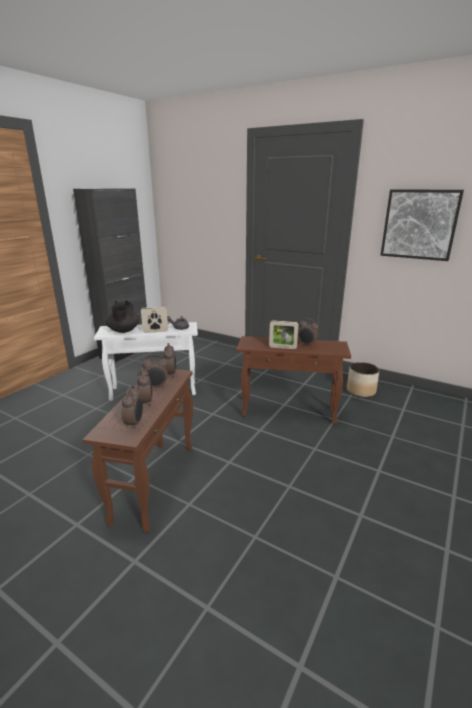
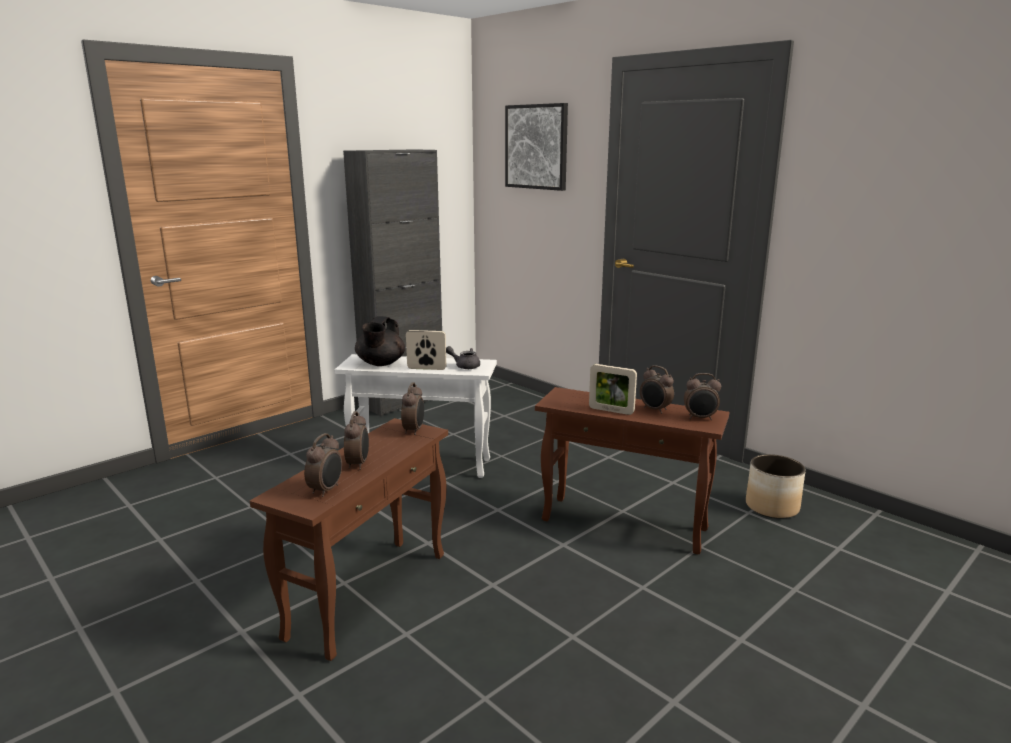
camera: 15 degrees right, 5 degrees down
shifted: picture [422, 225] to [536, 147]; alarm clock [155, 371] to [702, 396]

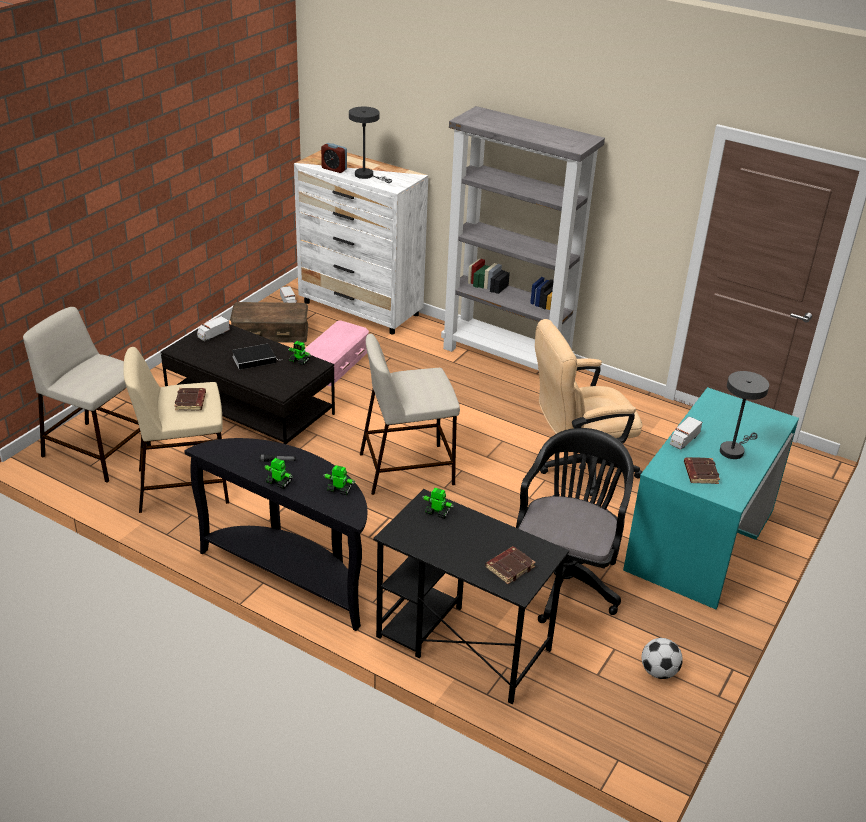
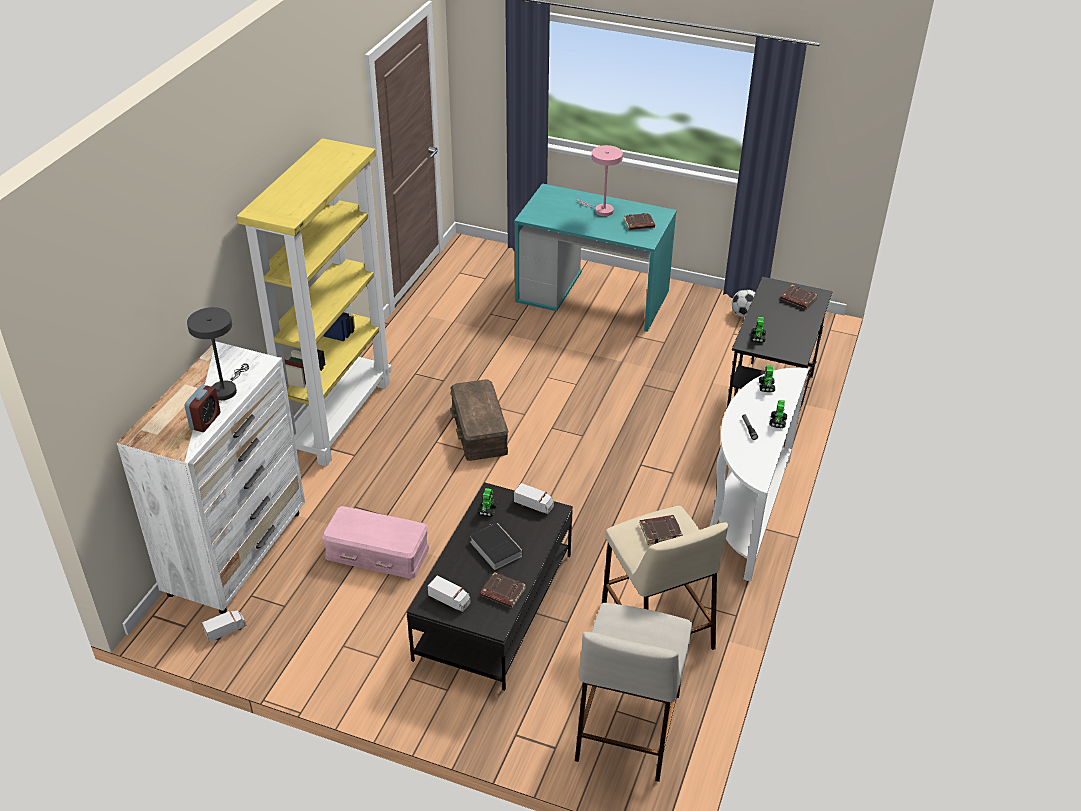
camera: 100 degrees left, 5 degrees up
gone: office chair/beige [589, 407]; stool/beige [410, 414]; office chair/black [575, 525]
new: book/brown [503, 590]
shifted: storage box/brown [269, 322] to [479, 420]; toy truck [686, 433] to [534, 498]
repainted: bookcase/grey [523, 238] to bookcase/yellow [314, 302]; table lamp/grey [744, 415] to table lamp/pink [600, 180]; console table/black [275, 534] to console table/white [759, 474]

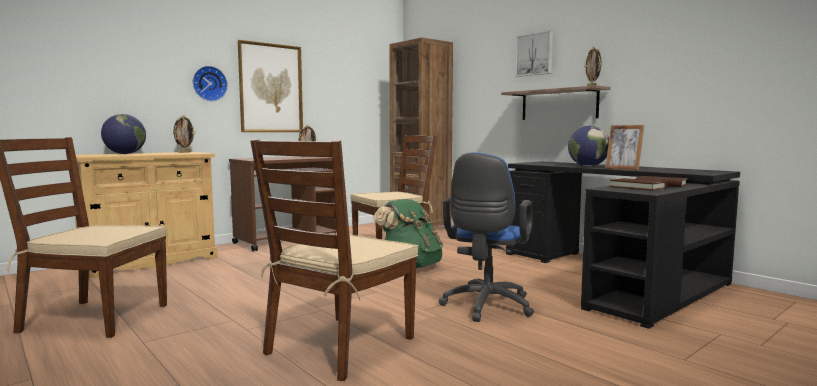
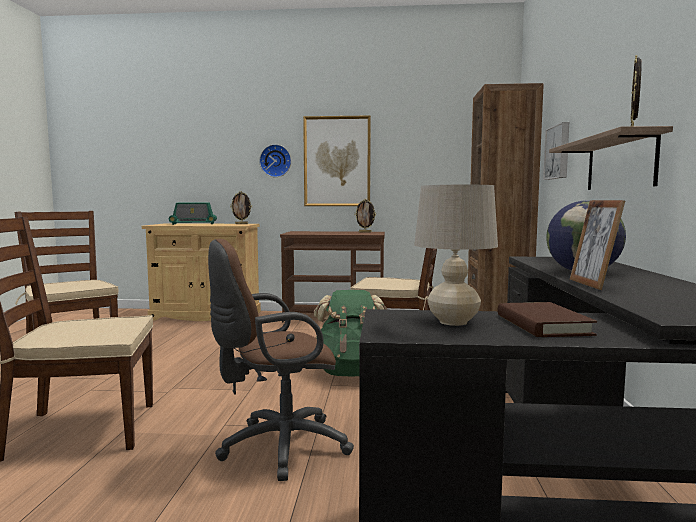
camera: 45 degrees right, 0 degrees up
shifted: picture [534, 54] to [556, 151]
swapped: globe [123, 134] to radio [193, 213]; book/brown [639, 184] to table lamp/beige [456, 255]
repainted: office chair/blue [486, 237] to office chair/brown [281, 360]

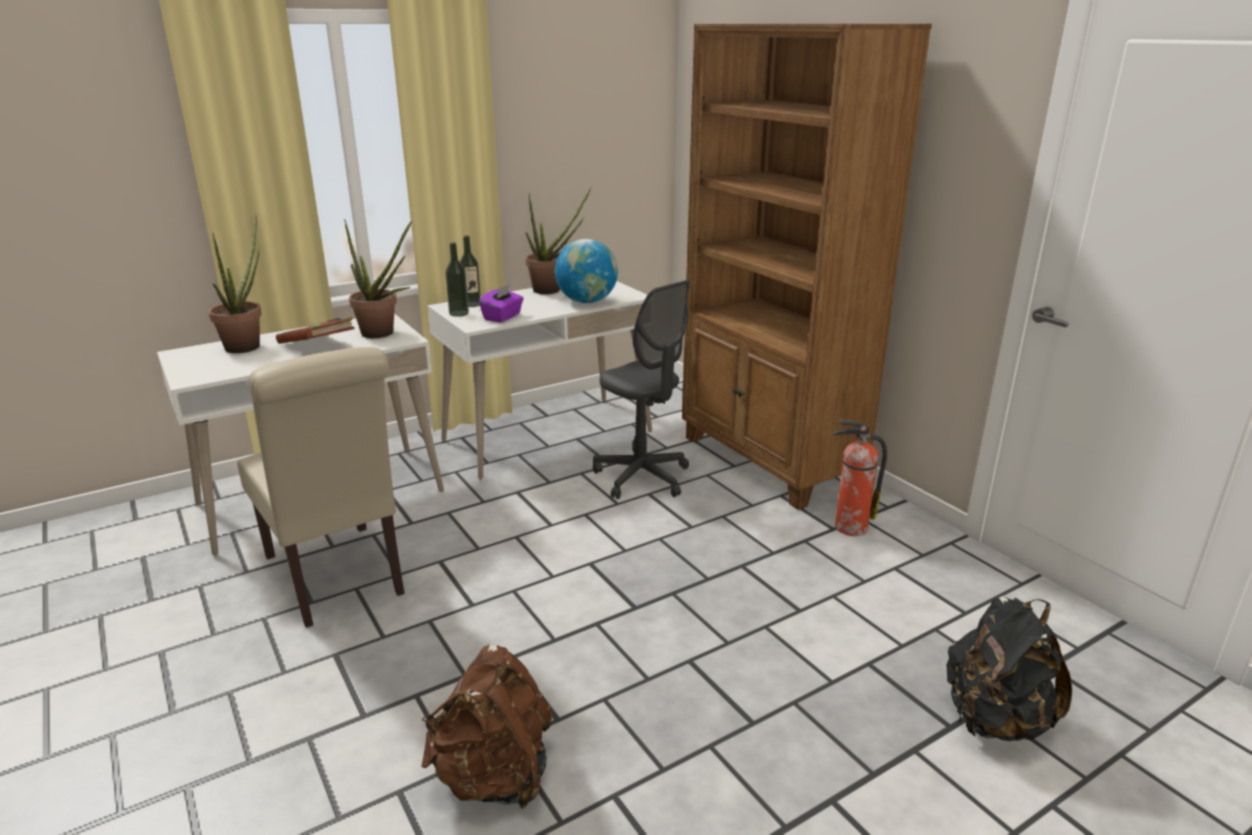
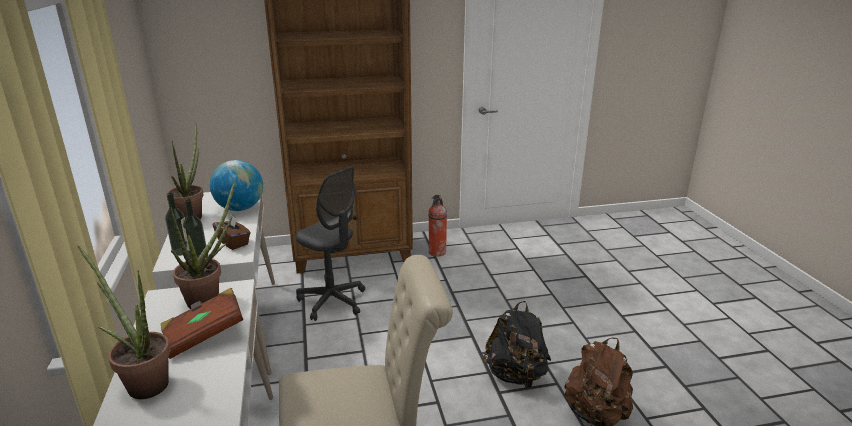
camera: 70 degrees left, 0 degrees up
shifted: backpack/black [1009, 668] to [516, 344]
repainted: tissue box/purple [501, 303] to tissue box/brown [231, 232]
rotated: office chair/grey [641, 389] = [330, 243] 60 degrees clockwise

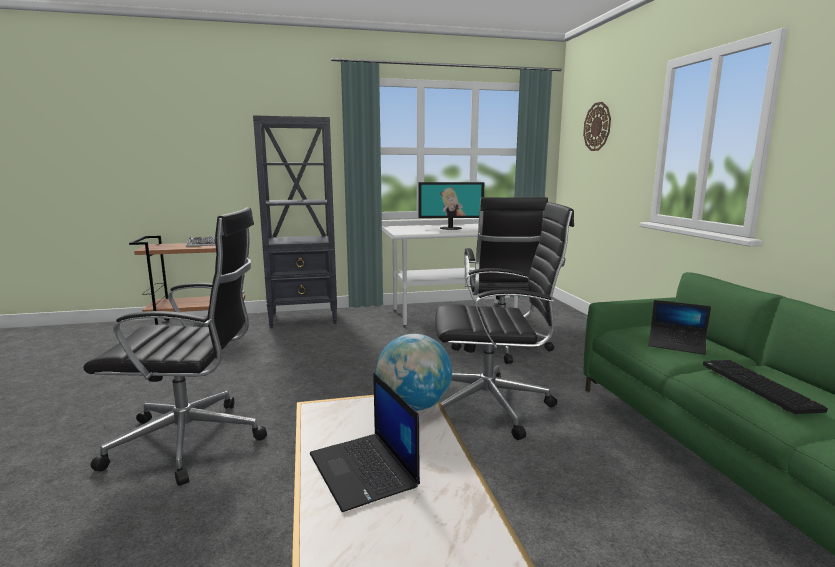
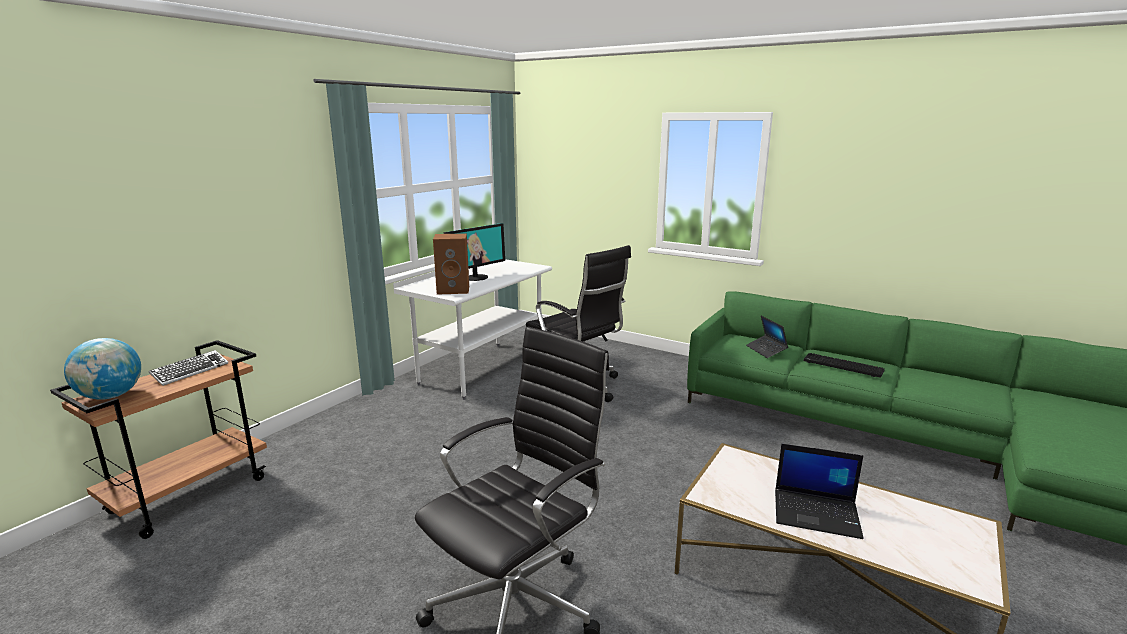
camera: 45 degrees left, 5 degrees up
gone: wall clock [597, 126]; bookcase/black [295, 221]; office chair/black [504, 321]
new: speaker/brown [451, 264]
shifted: globe [414, 372] to [102, 369]
rotated: laptop [679, 327] = [767, 336] 90 degrees clockwise

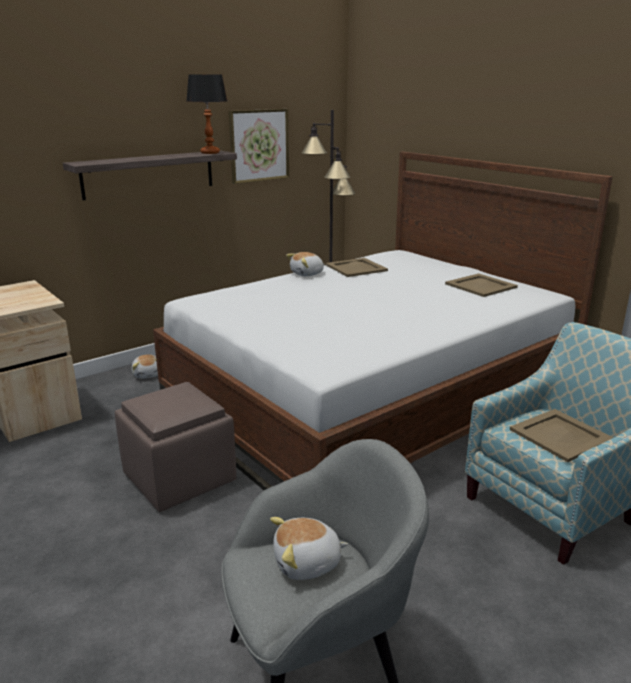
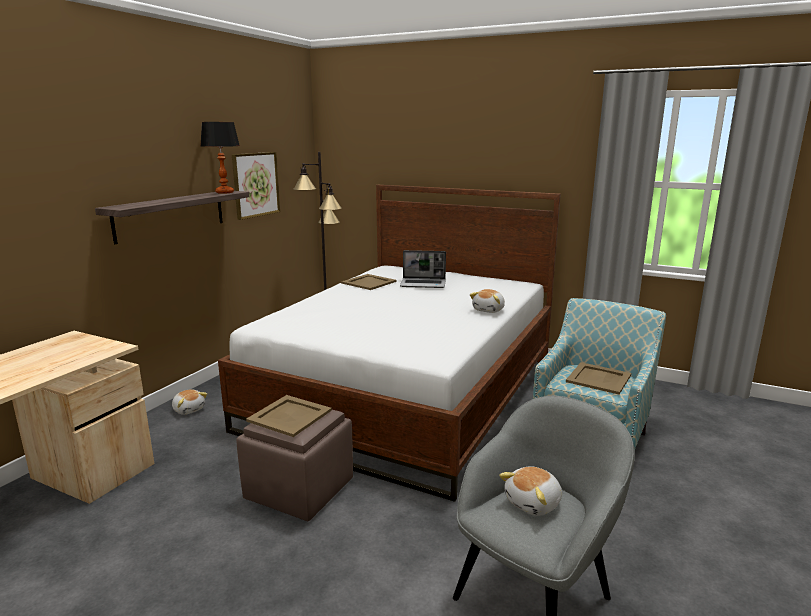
camera: 25 degrees left, 5 degrees down
new: laptop [423, 269]
shifted: plush toy [305, 264] to [487, 301]; tray/beige [481, 285] to [289, 416]

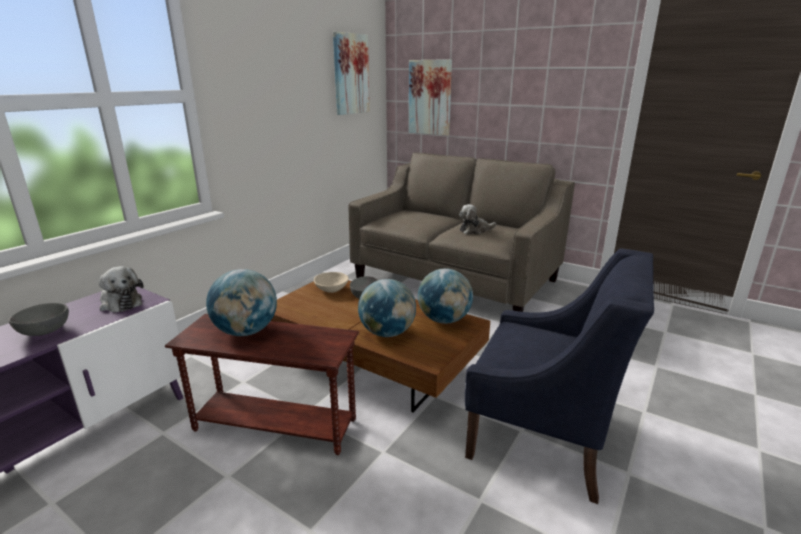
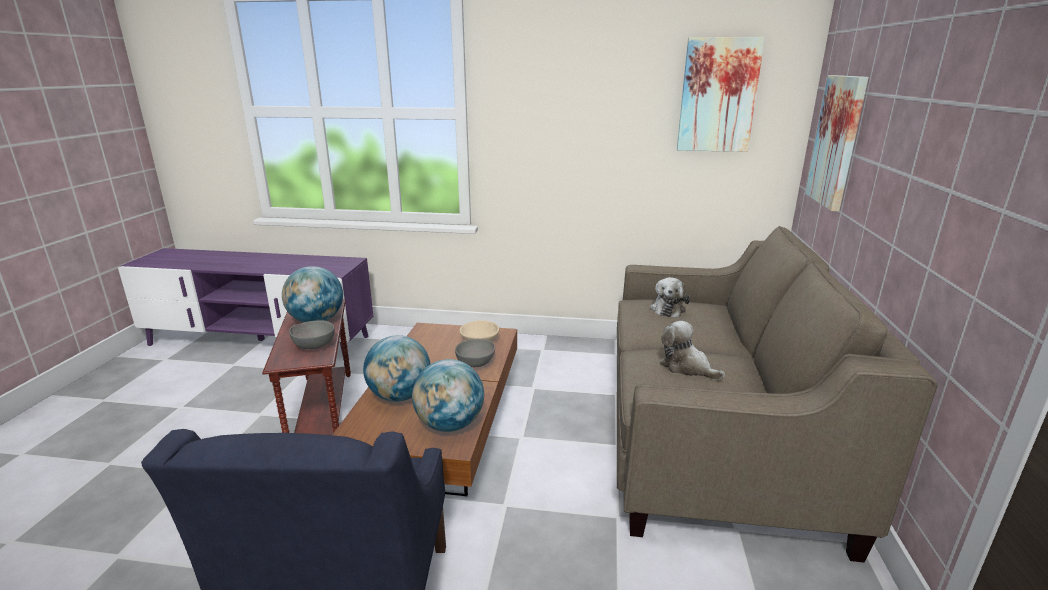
camera: 65 degrees right, 0 degrees up
shifted: plush toy [121, 289] to [670, 297]; bowl/grey [38, 319] to [312, 334]

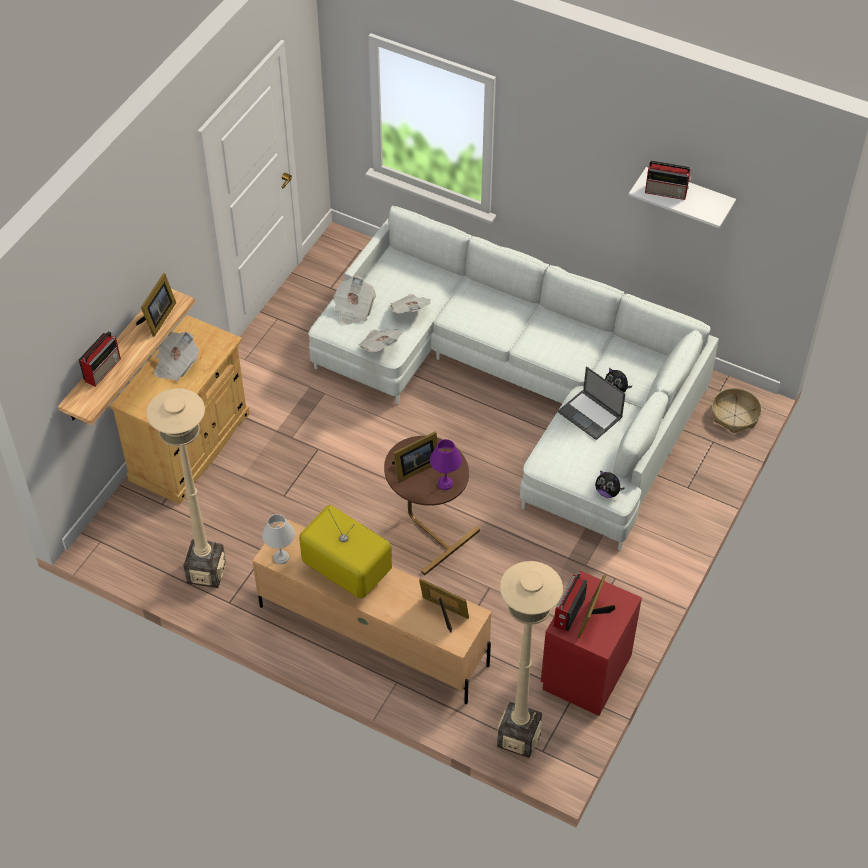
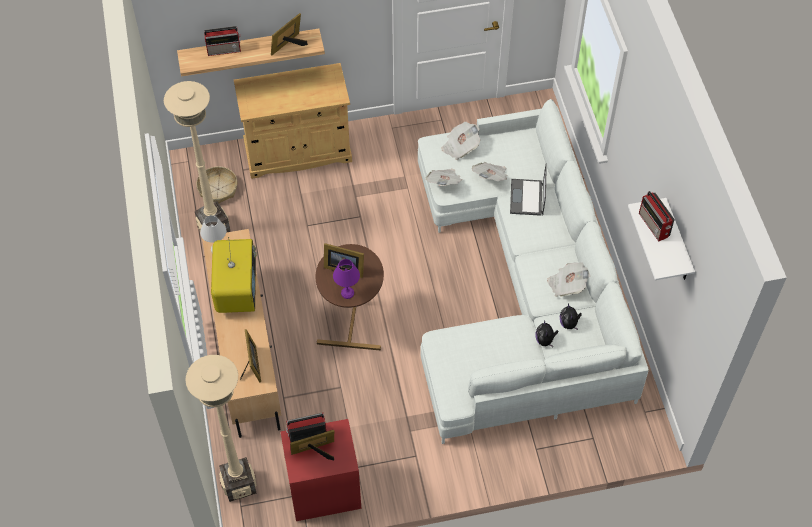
camera: 50 degrees right, 5 degrees up
shifted: newspaper [176, 356] to [568, 279]; laptop [591, 403] to [528, 189]; basket [737, 410] to [216, 184]; plush toy [610, 484] to [571, 316]
rotated: picture frame [156, 305] = [289, 34] 150 degrees clockwise

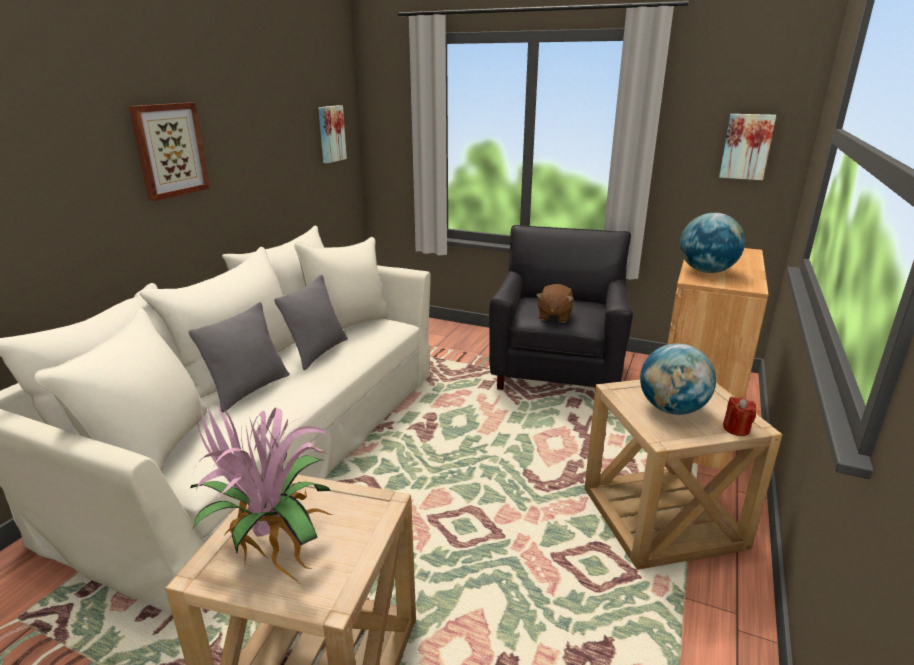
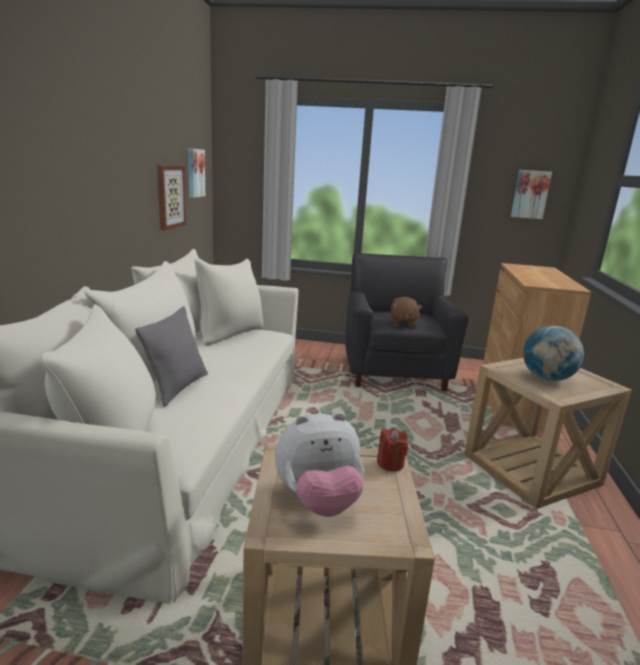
camera: 15 degrees left, 5 degrees down
gone: globe [712, 243]; pillow/grey [311, 322]
shifted: picture [169, 151] to [172, 197]; candle/red [739, 416] to [392, 450]
swapped: potted plant [263, 494] to plush toy [319, 464]

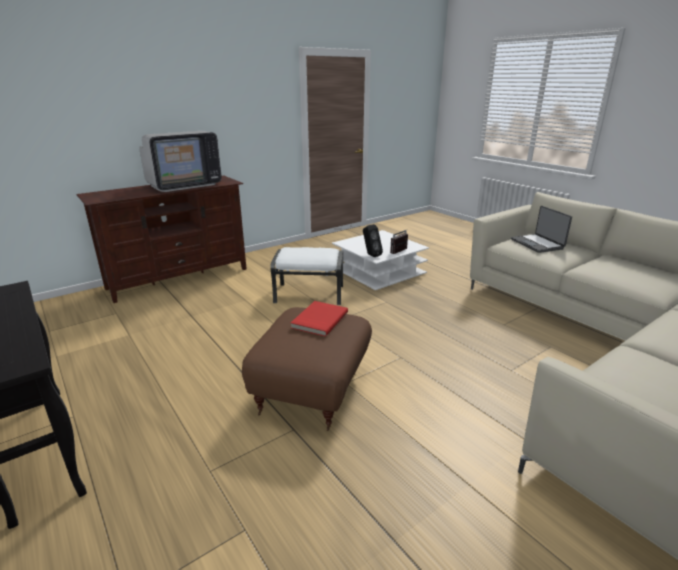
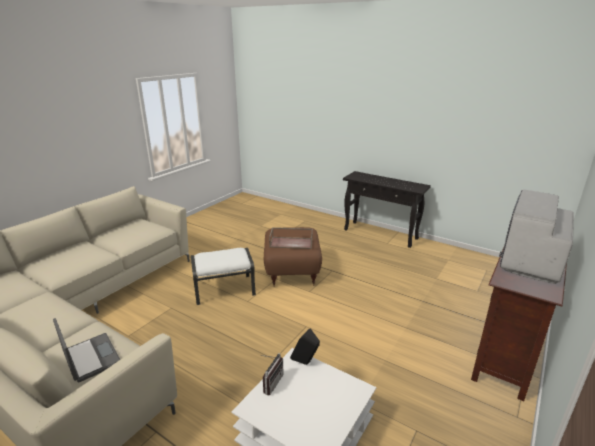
camera: 160 degrees right, 0 degrees up
shifted: ottoman/white [306, 276] to [223, 276]
swapped: book/red [319, 319] to tray/brown [291, 238]

